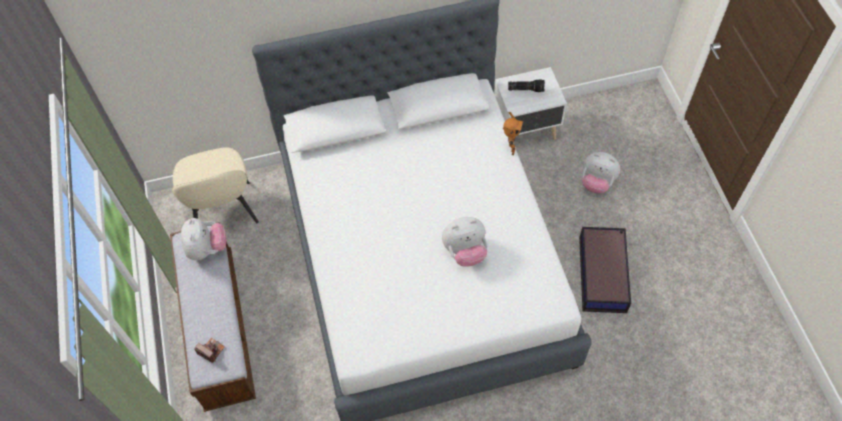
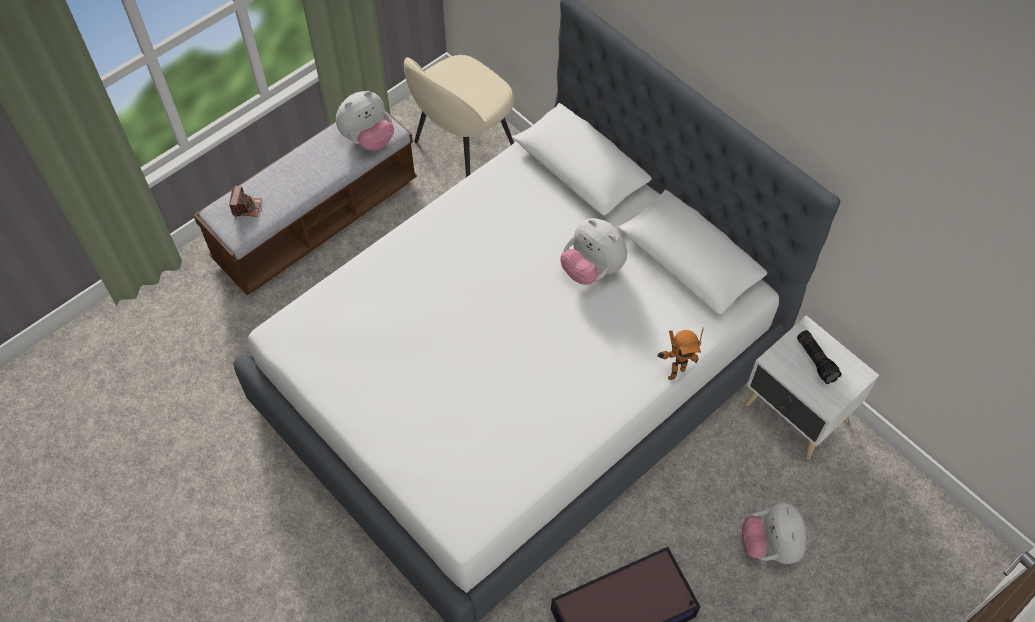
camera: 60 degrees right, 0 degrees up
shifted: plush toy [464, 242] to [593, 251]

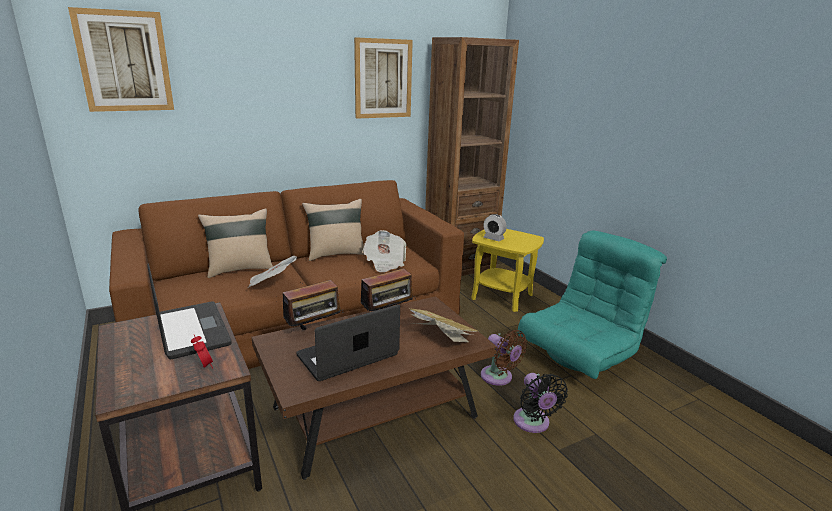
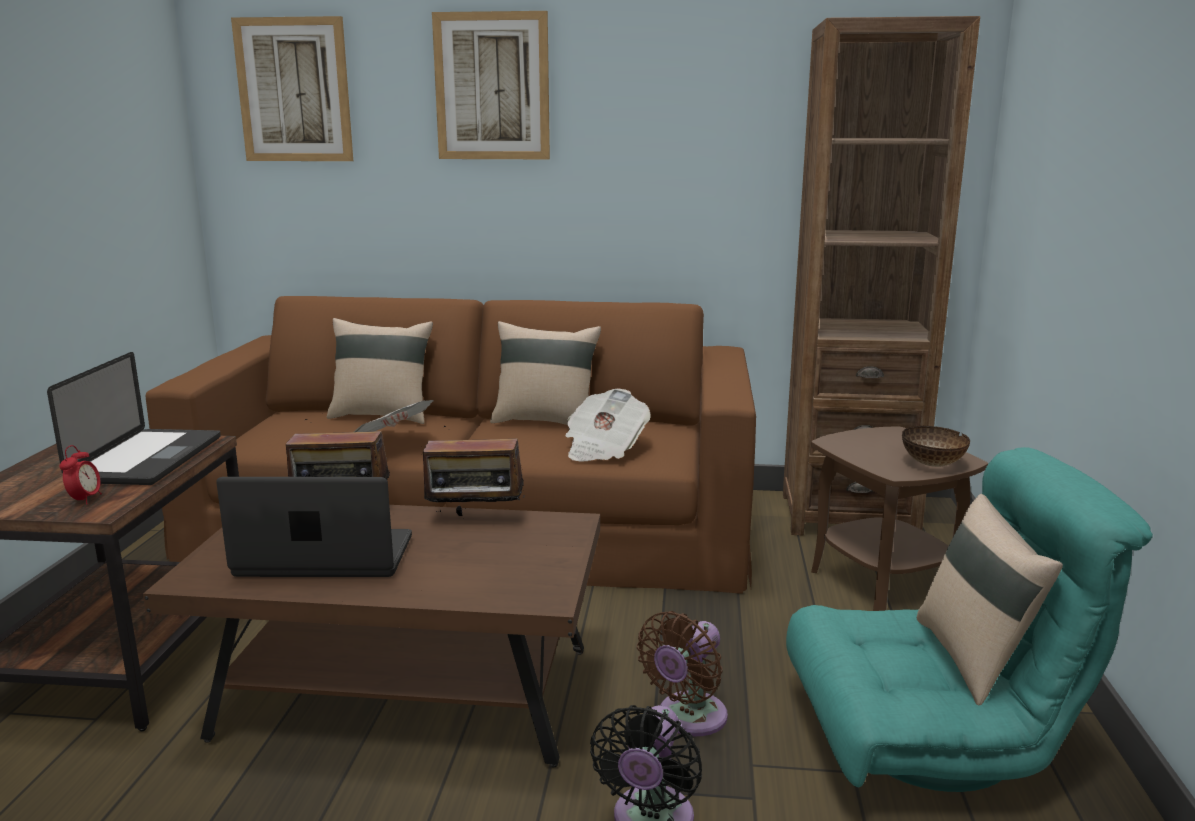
camera: 35 degrees right, 5 degrees down
gone: alarm clock [495, 227]; book [443, 325]
new: bowl [936, 446]; pillow/beige [990, 600]
shifted: picture [383, 78] to [491, 85]
repainted: side table/yellow [507, 270] to side table/brown [899, 518]
rotated: fan/brown [504, 358] = [682, 673] 45 degrees clockwise

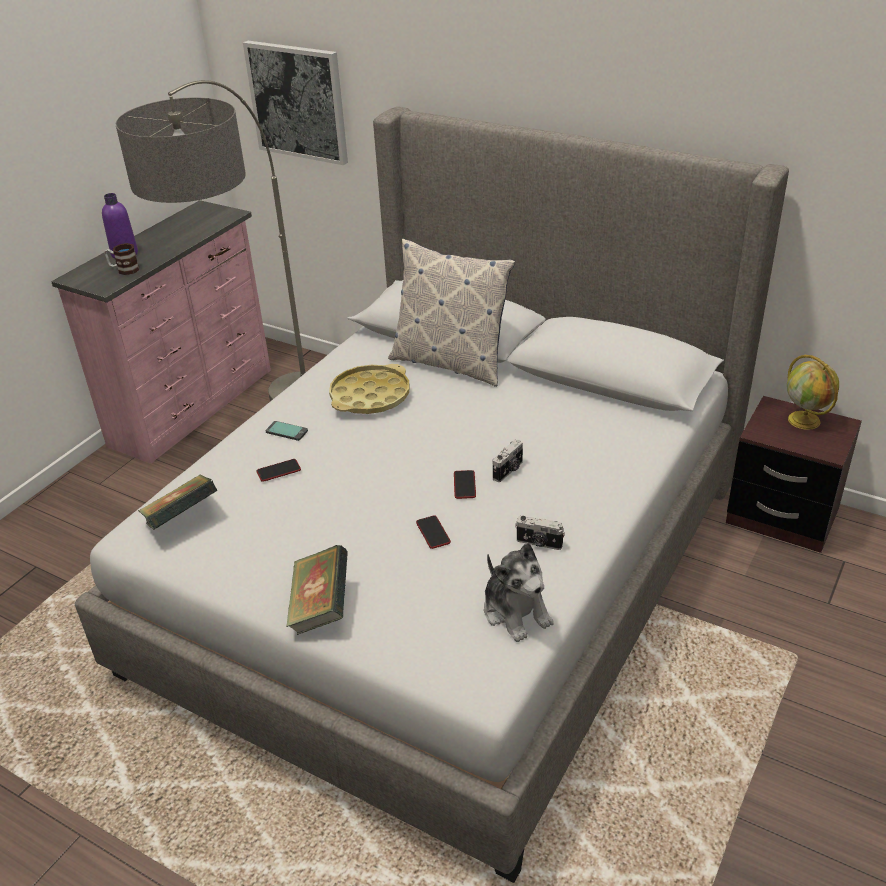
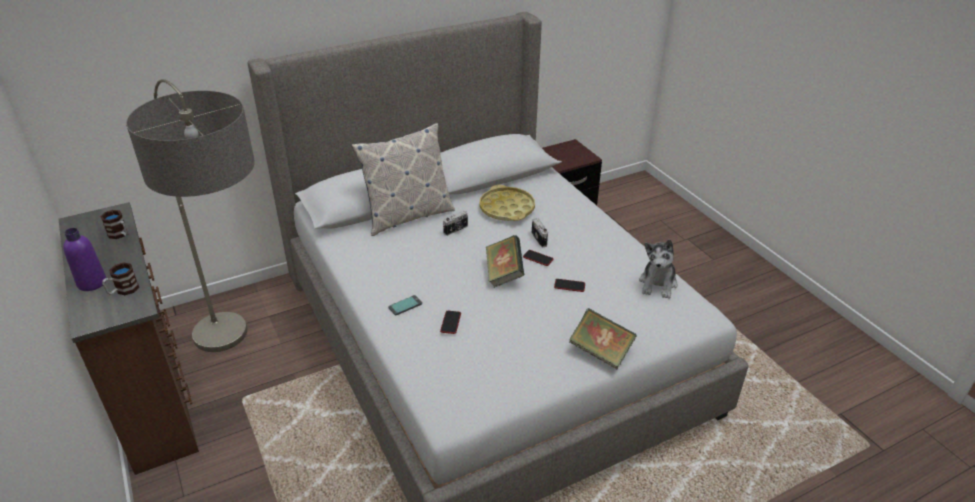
camera: 60 degrees left, 0 degrees up
gone: picture [295, 103]; globe [813, 392]
new: mug [114, 224]
shifted: tray/yellow [369, 389] to [507, 203]; book [177, 502] to [505, 261]; photo camera [540, 533] to [455, 223]
repainted: dresser/pink [161, 332] to dresser/brown [129, 338]
rotated: plush toy [519, 592] = [658, 269] 105 degrees clockwise

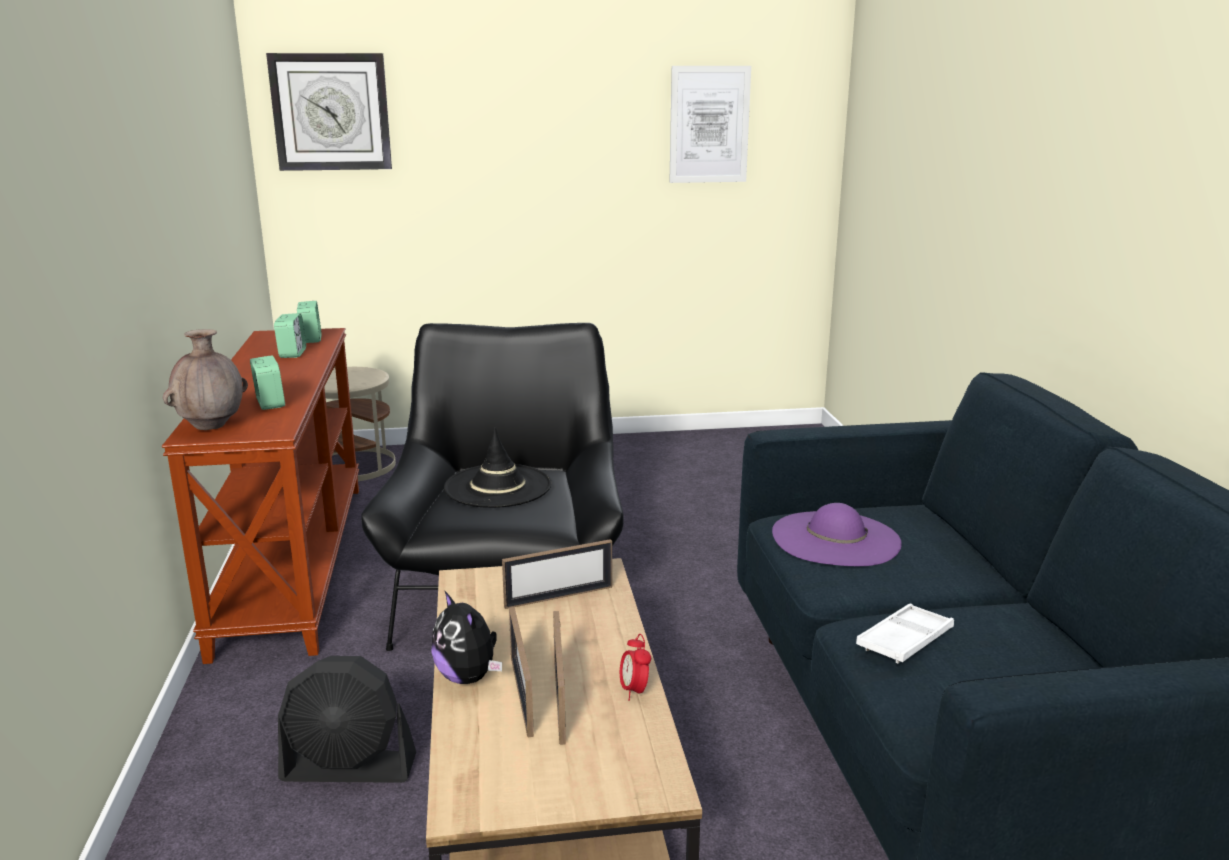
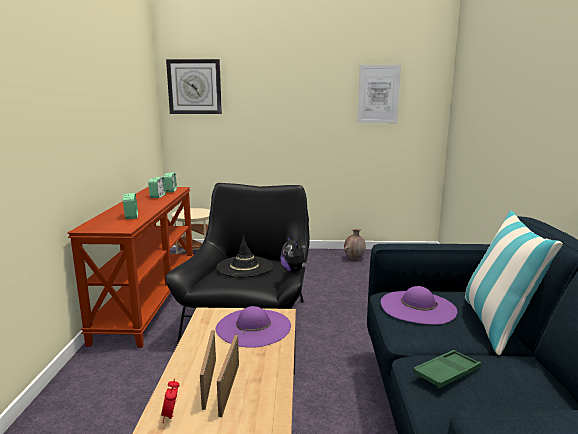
camera: 10 degrees right, 5 degrees down
gone: fan/black [347, 719]
new: pillow [513, 283]
shifted: vase/brown [205, 379] to [355, 244]; plush toy [466, 637] to [294, 254]; alarm clock [635, 667] to [170, 400]
swapped: picture frame [557, 574] to hat/purple [253, 327]
repainted: tray/white [905, 633] to tray/green [447, 369]

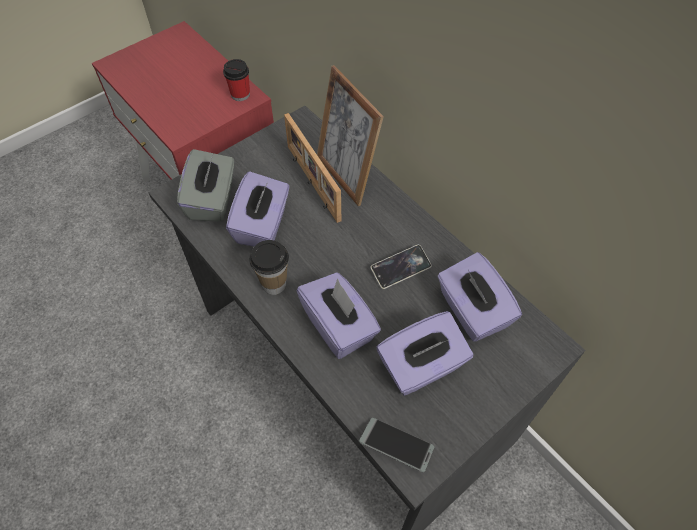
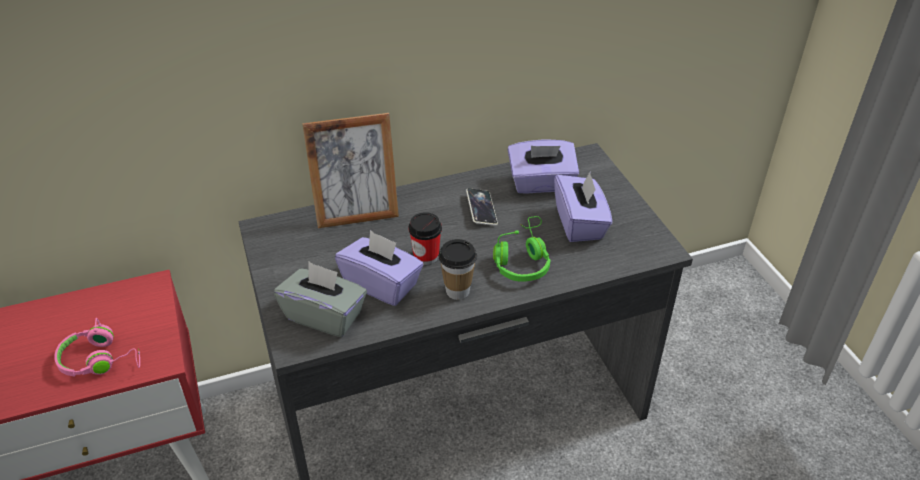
camera: 70 degrees left, 15 degrees down
gone: picture frame [312, 168]; phone [396, 445]
new: headphones/pink [97, 347]
shifted: cup [236, 80] to [425, 238]
swapped: tissue box/purple [339, 315] to headphones/green [521, 249]

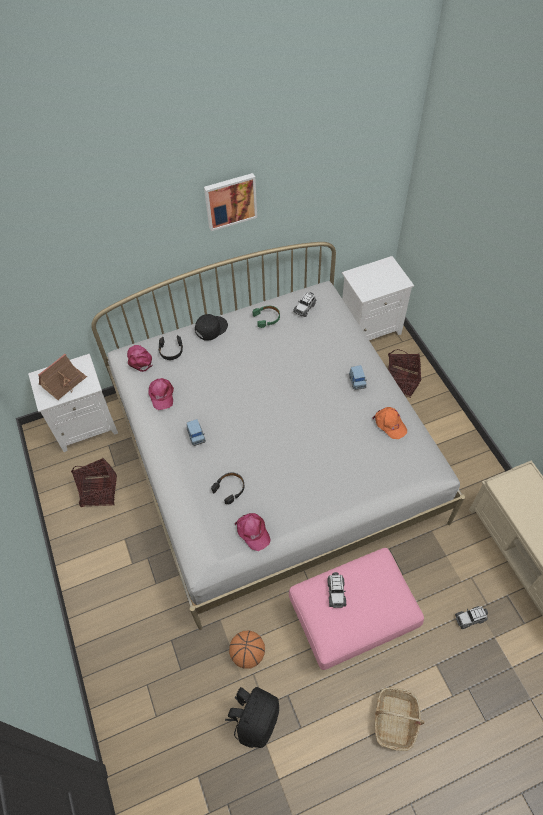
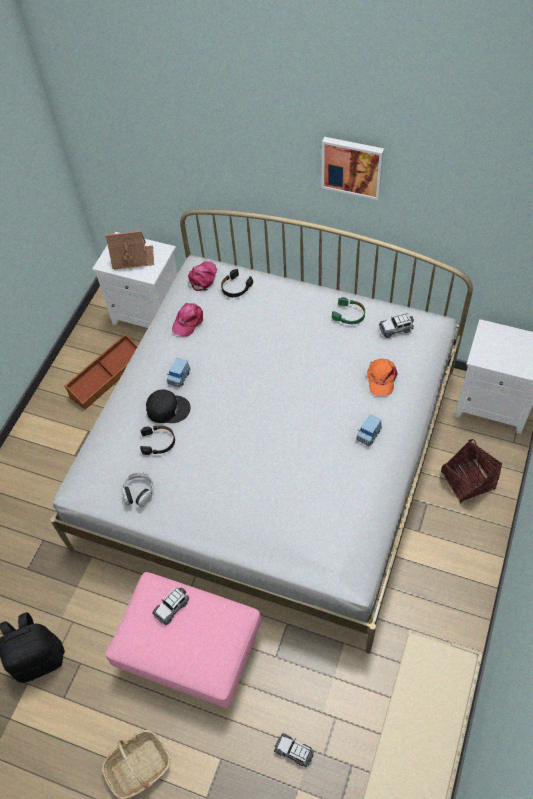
camera: 45 degrees right, 0 degrees up
gone: basketball [247, 650]
shifted: cap/black [211, 327] to [168, 406]; cap/orange [390, 423] to [382, 377]
swapped: basket [94, 482] to storage box/brown [101, 372]; cap/pink [253, 532] to headphones [137, 489]

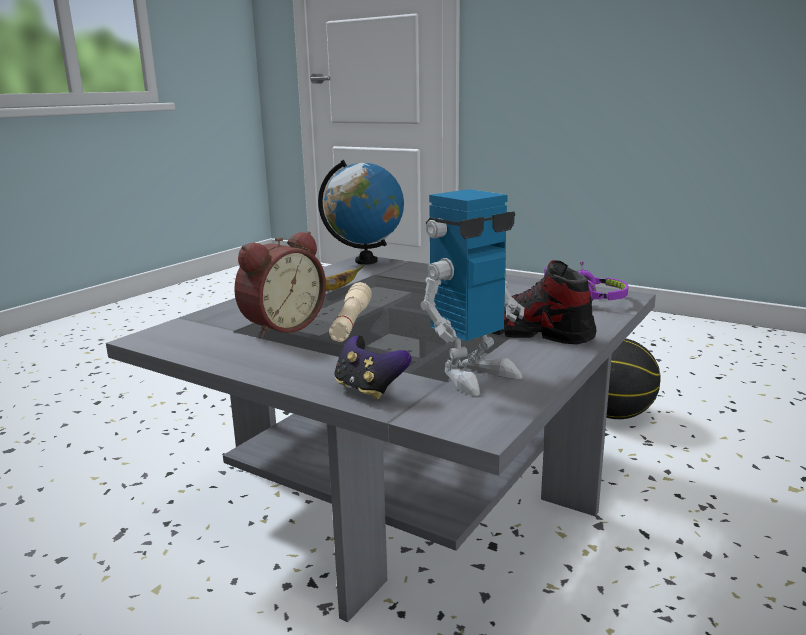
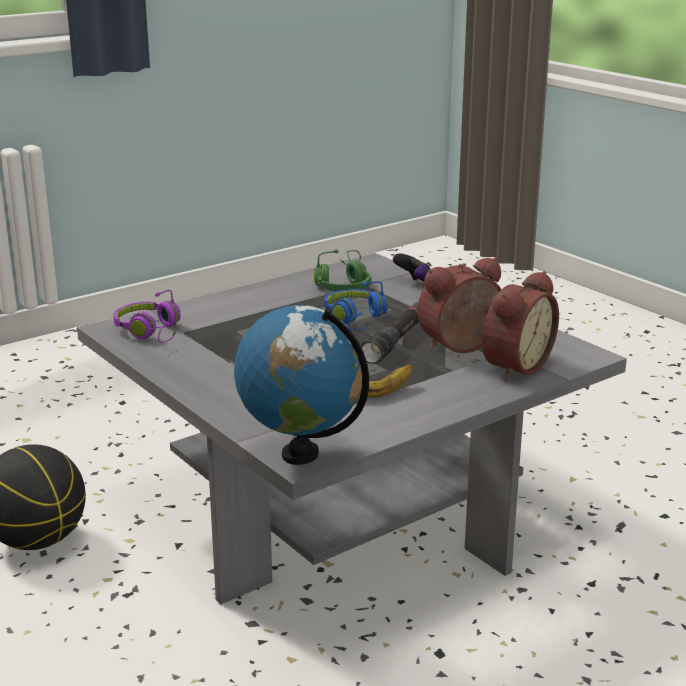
camera: 160 degrees left, 5 degrees up
gone: shoe [545, 302]
new: alarm clock [520, 325]; headphones/blue [356, 306]
swapped: toy robot [472, 292] to headphones/green [342, 270]
repainted: flashlight/beige [350, 312] to flashlight/black [390, 333]

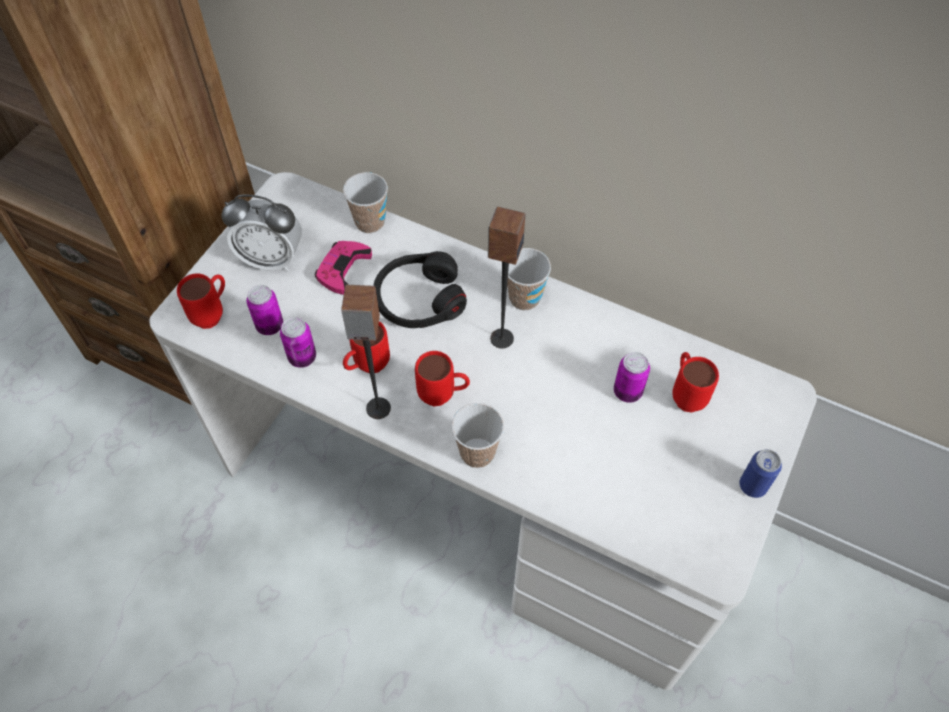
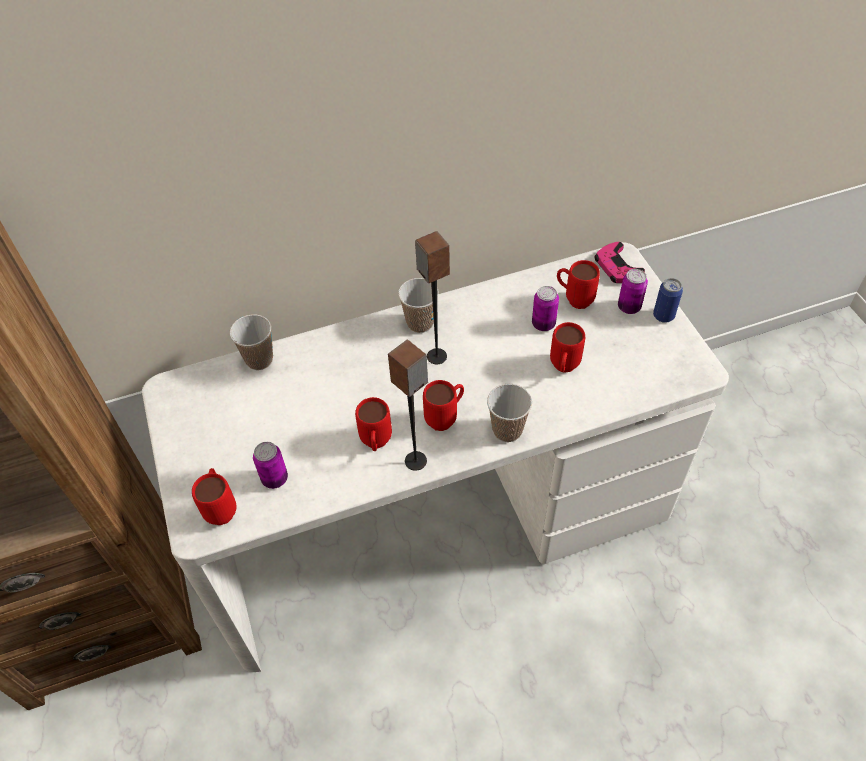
camera: 45 degrees left, 5 degrees down
gone: alarm clock [261, 233]; headphones/black [420, 289]
new: mug/red [567, 347]
shifted: game controller/pink [343, 268] to [619, 262]; can [298, 342] to [633, 291]

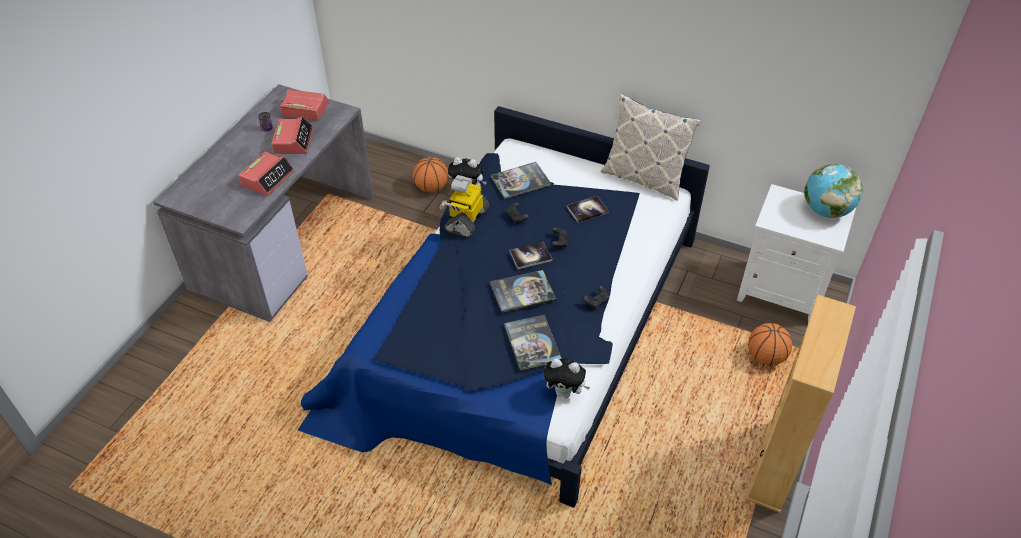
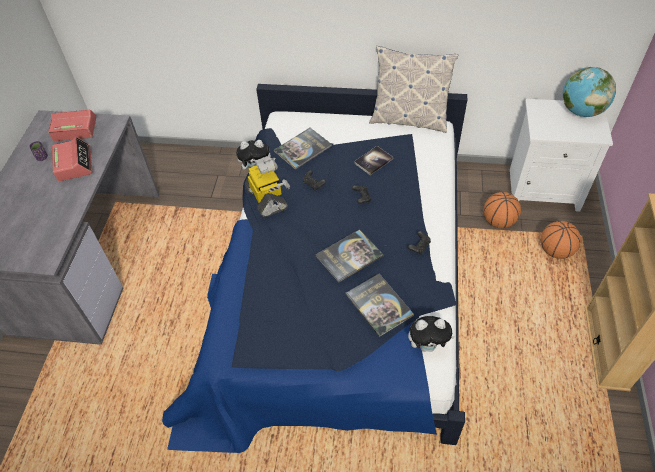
camera: 15 degrees left, 5 degrees up
gone: alarm clock [266, 174]; book [531, 255]
shifted: basketball [431, 175] to [502, 210]
rotated: toy robot [464, 206] = [267, 186] 150 degrees clockwise

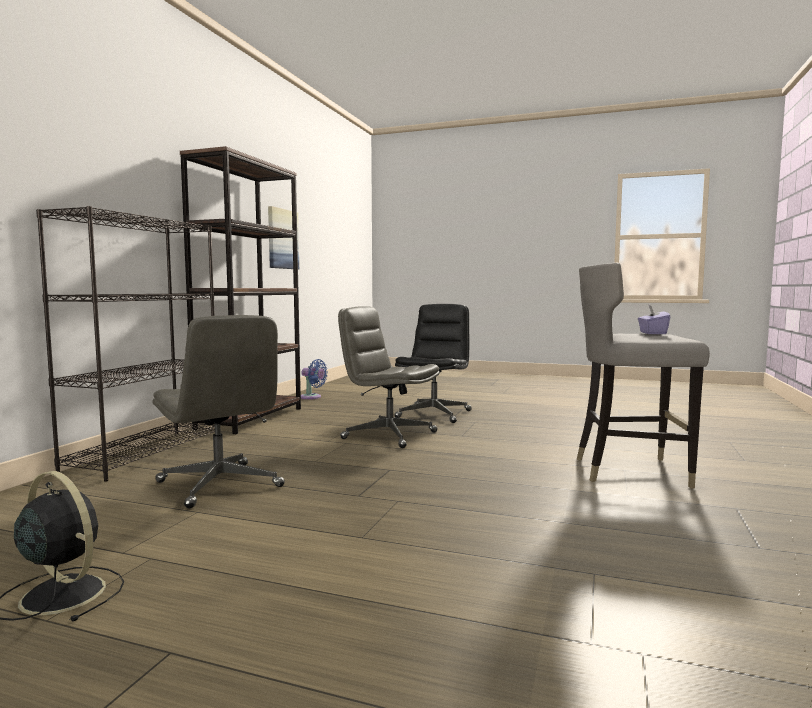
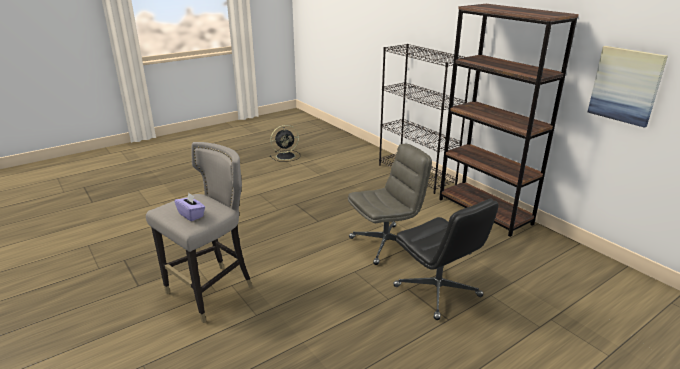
camera: 125 degrees right, 20 degrees up
gone: office chair/grey [218, 412]; fan/blue [314, 379]

